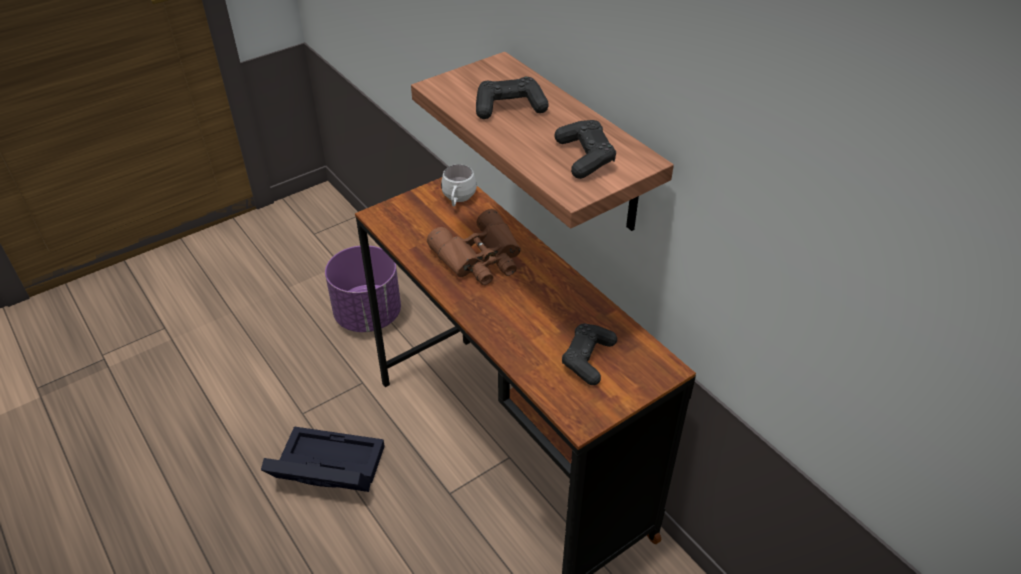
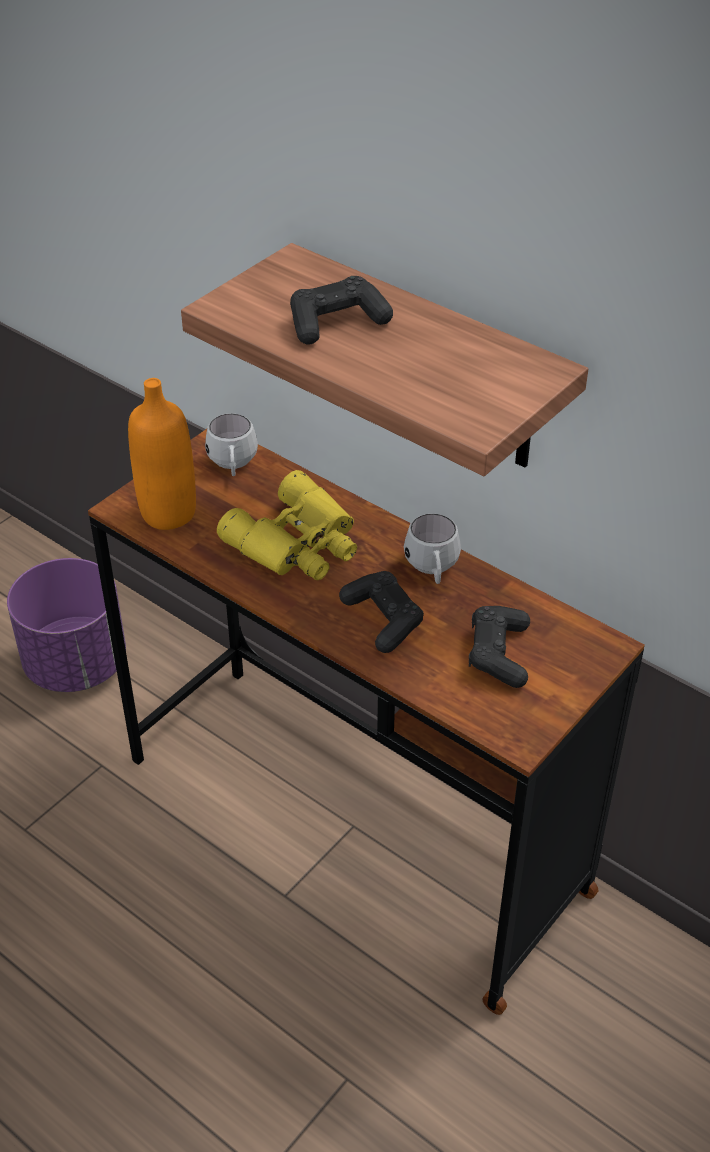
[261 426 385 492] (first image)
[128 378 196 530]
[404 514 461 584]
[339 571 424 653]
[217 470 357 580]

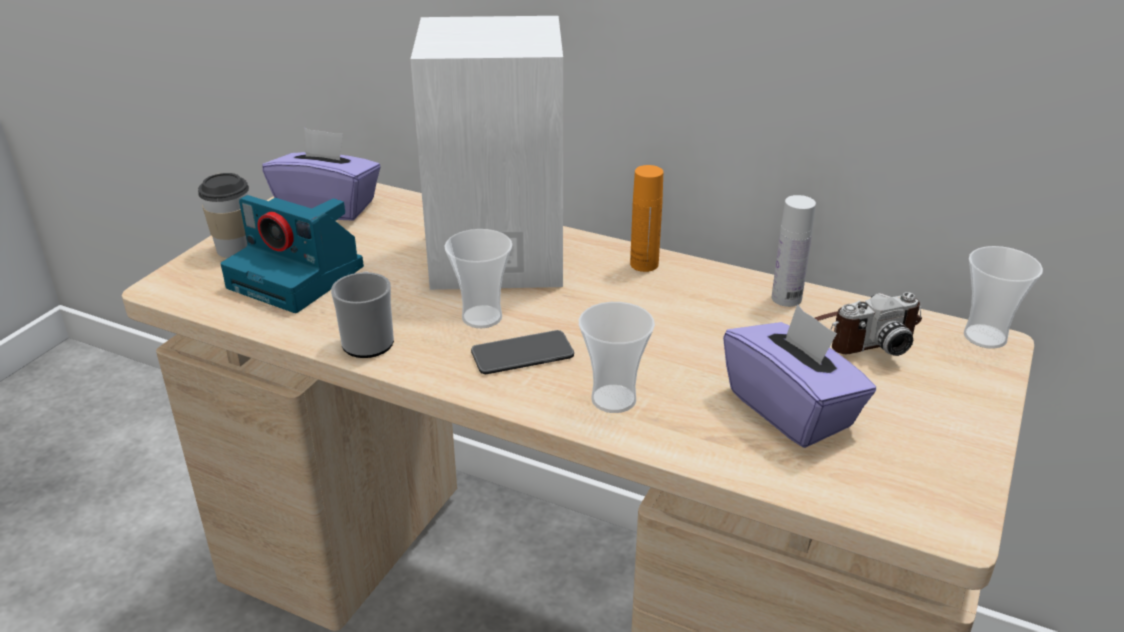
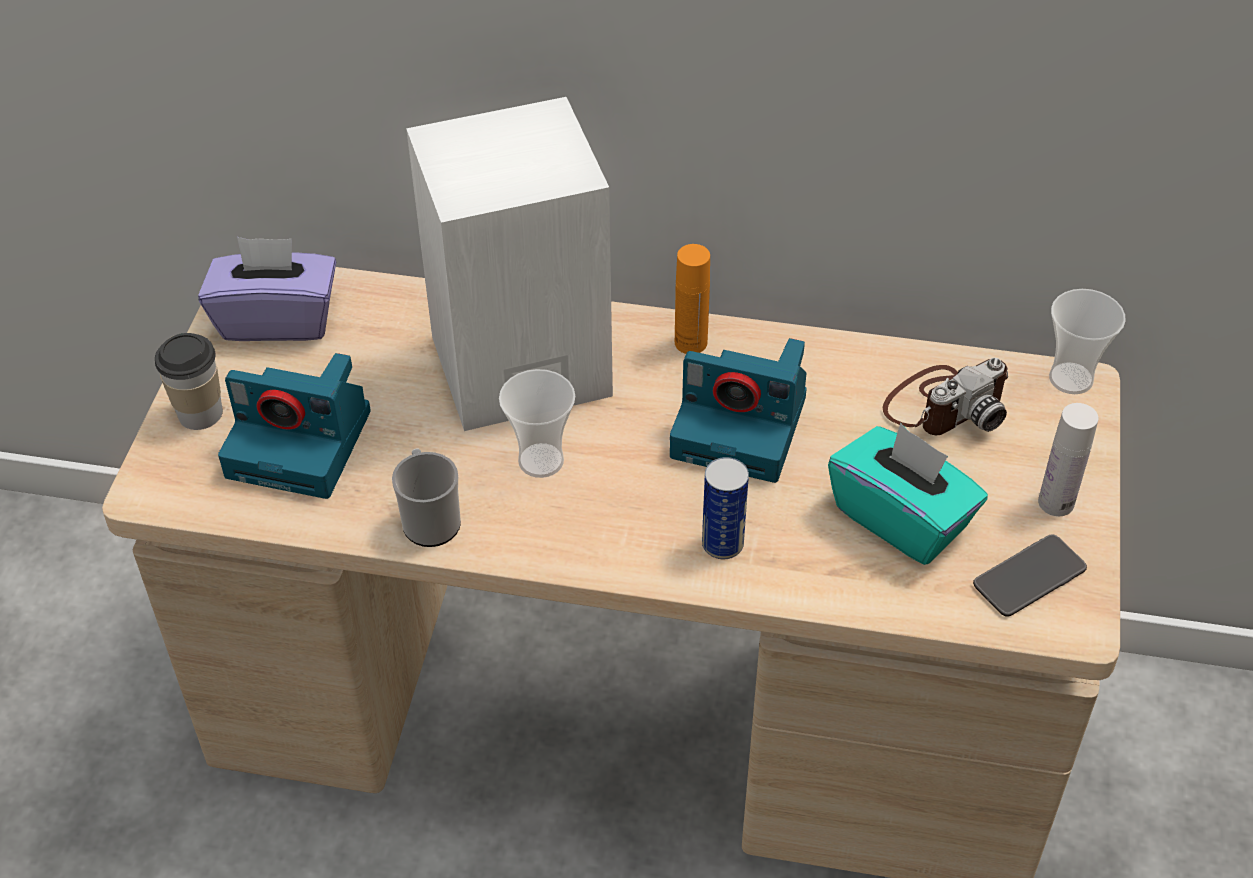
[670 338 807 483]
[973 534 1087 617]
[1038 403 1098 516]
[702 457 749 559]
[828 423 988 565]

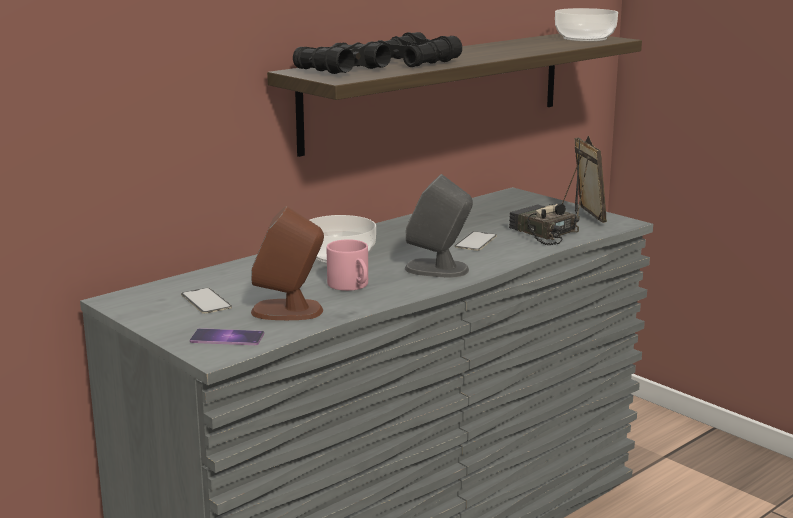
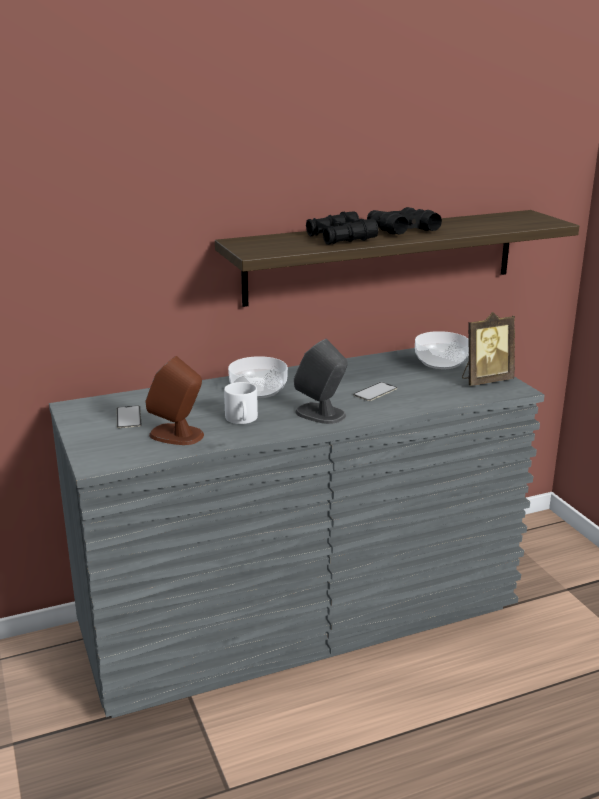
[190 328 264 345] (first image)
[509 139 580 246] (first image)
[367 207 442 235]
[415 331 469 369]
[224 382 258 424]
[462 312 515 386]

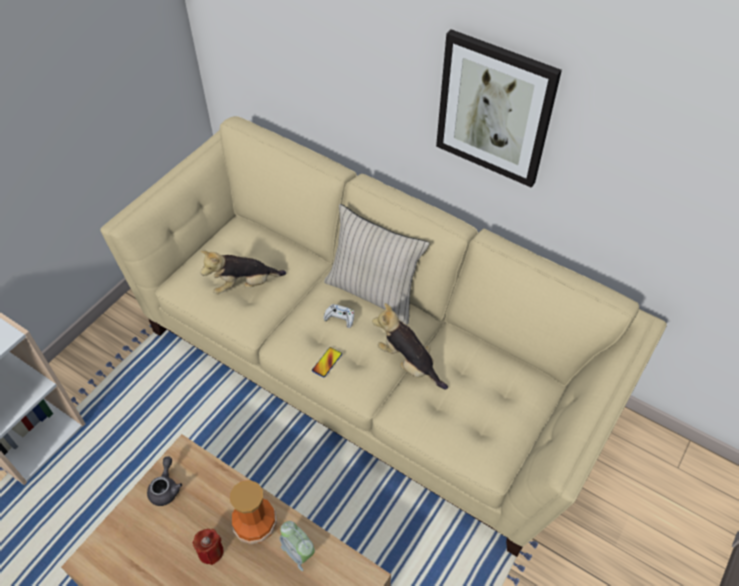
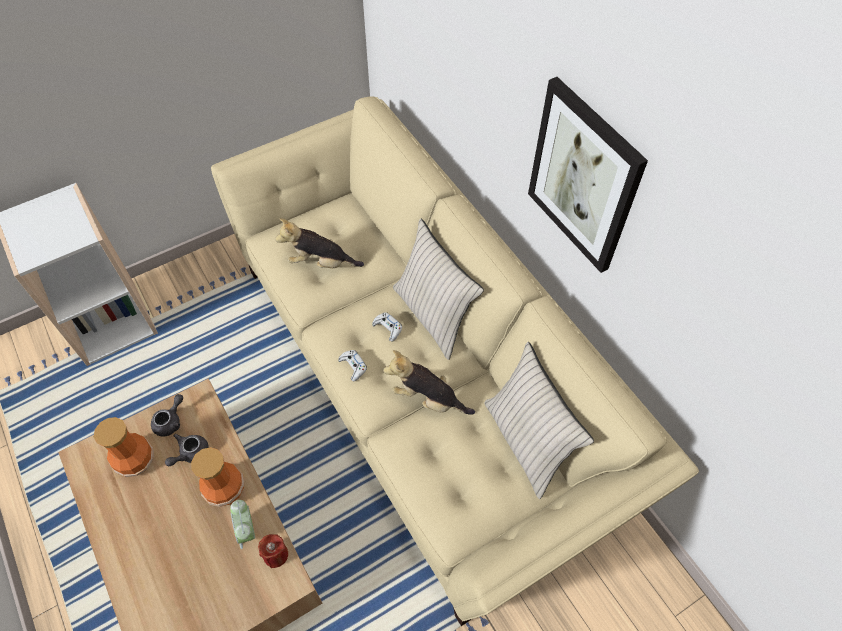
[94 417 153 477]
[165 434 209 466]
[485 342 594 499]
[258 534 288 568]
[338 350 367 381]
[383 350 475 415]

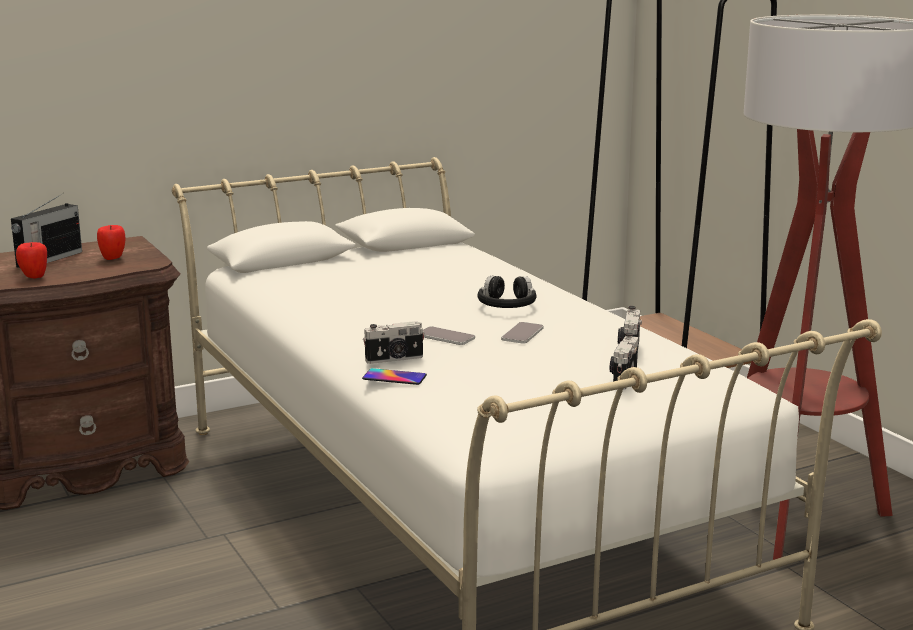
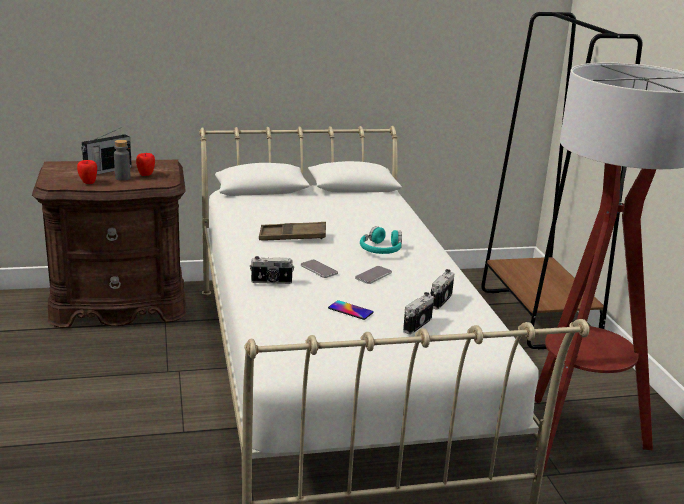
[114 140 130 181]
[259 222 326 240]
[328 300 374 320]
[360 226 402 254]

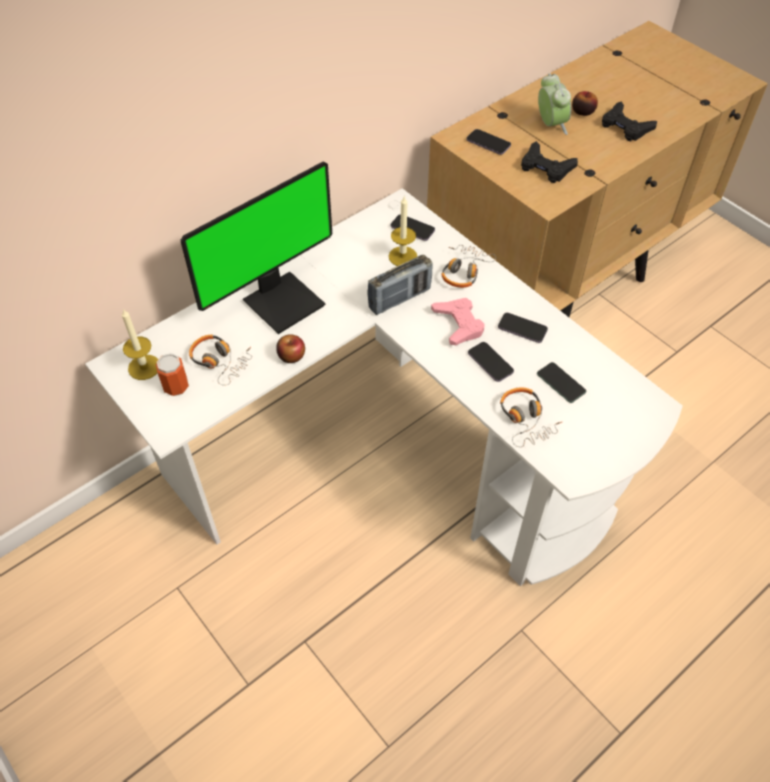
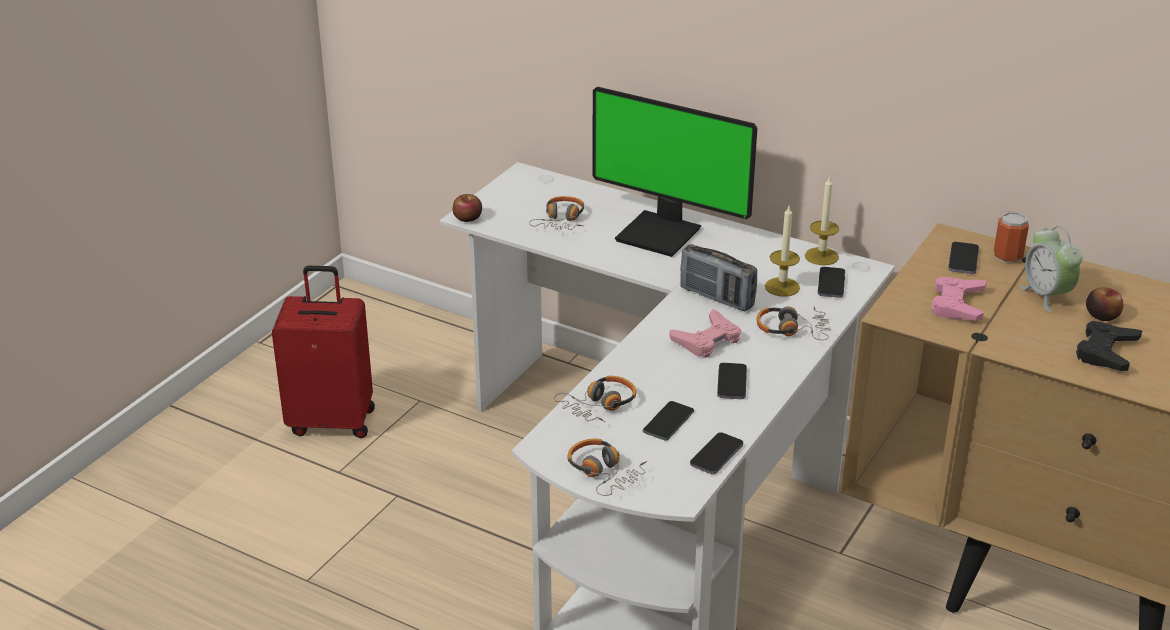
[272 266 375 438]
[567 439 647 496]
[805 175 839 265]
[994 212 1029 263]
[453 194 482 222]
[690 432 743 474]
[931 276 987 321]
[1020 226 1082 312]

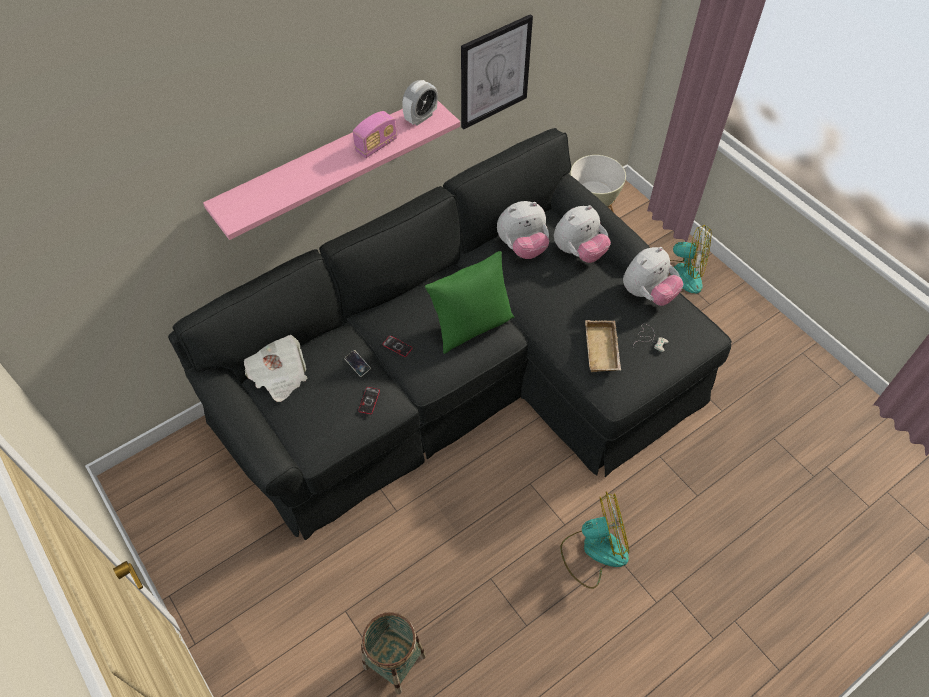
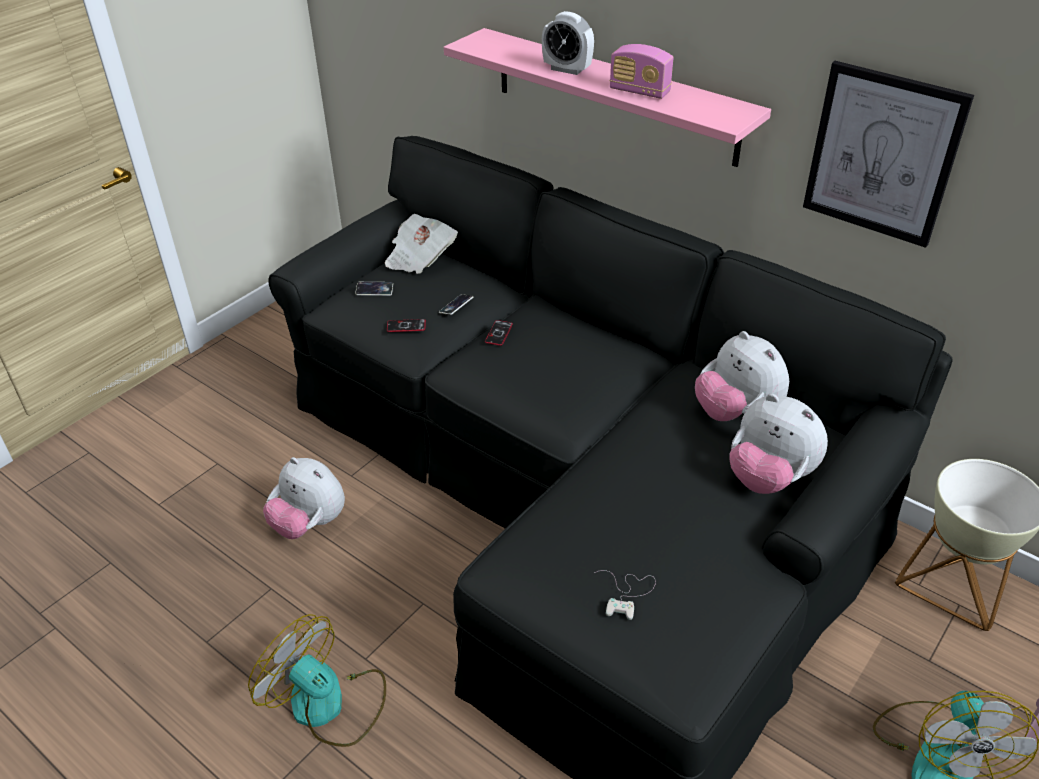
[361 612 426 694] (first image)
[425 251 514 354] (first image)
[585 320 621 372] (first image)
[355 282 393 296]
[542 11 594 75]
[263 457 345 539]
[248 614 386 747]

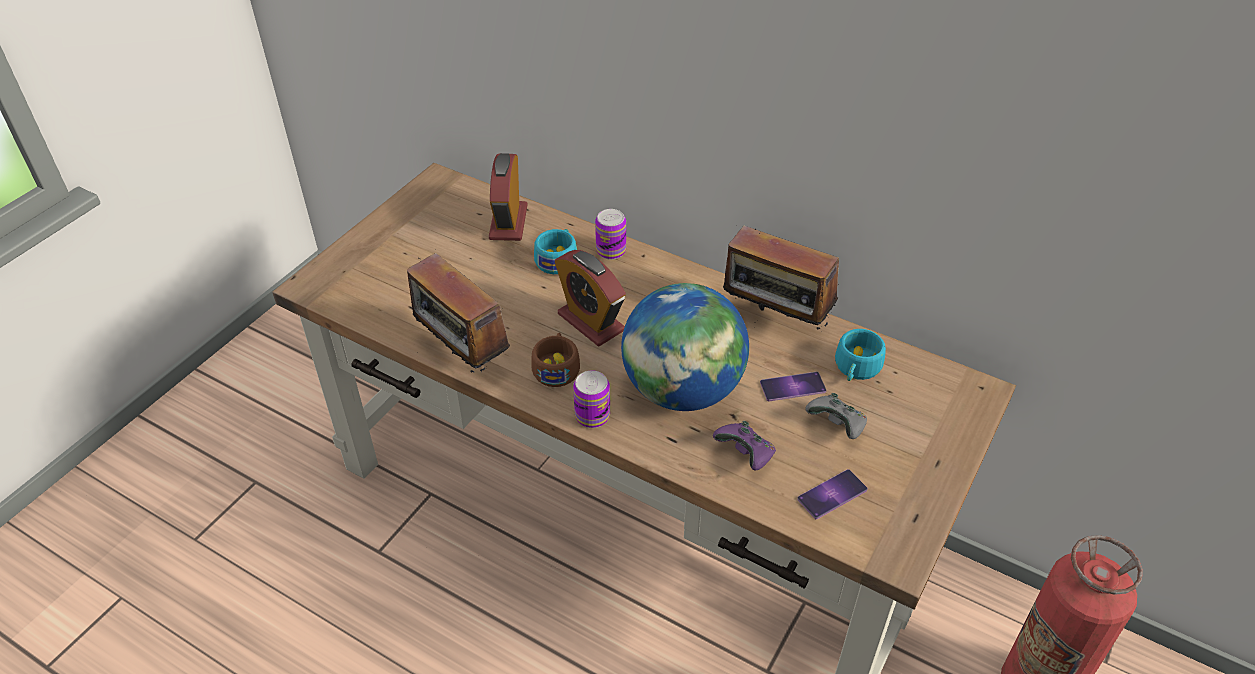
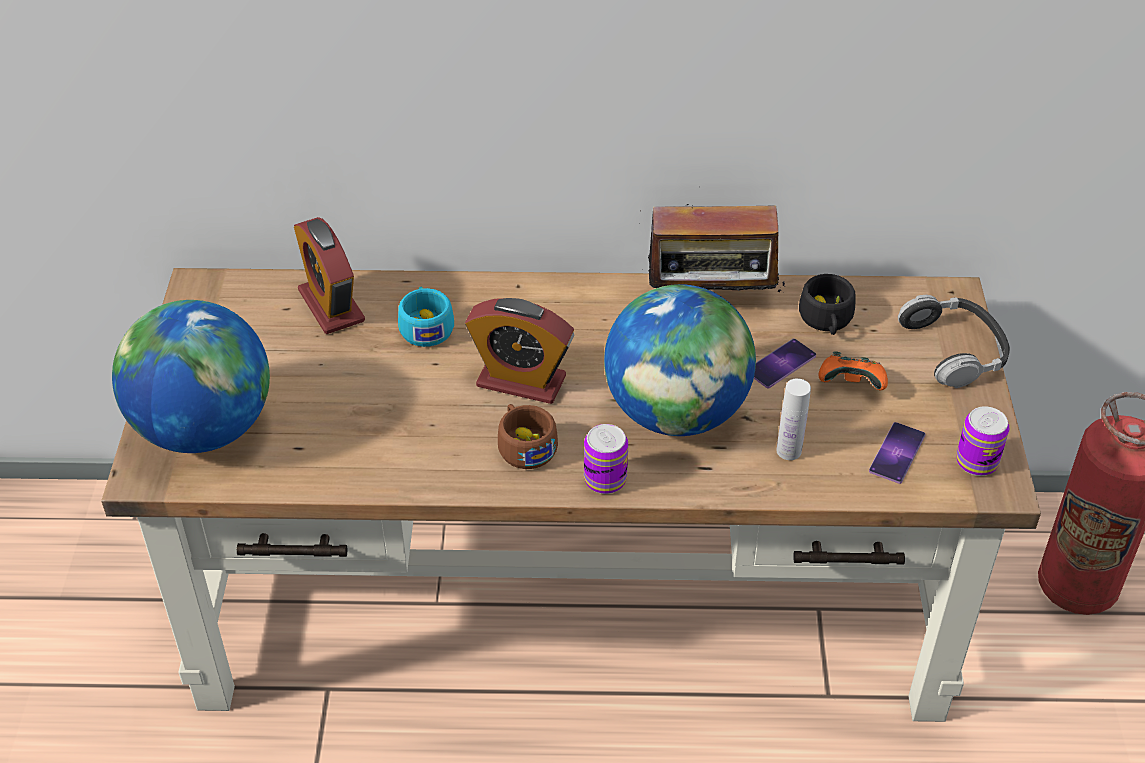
[407 253 510 373] (first image)
[112 300 270 453]
[898 295 1010 388]
[956 406 1009 476]
[777 378 811 460]
[819 351 888 391]
[799 274 856 335]

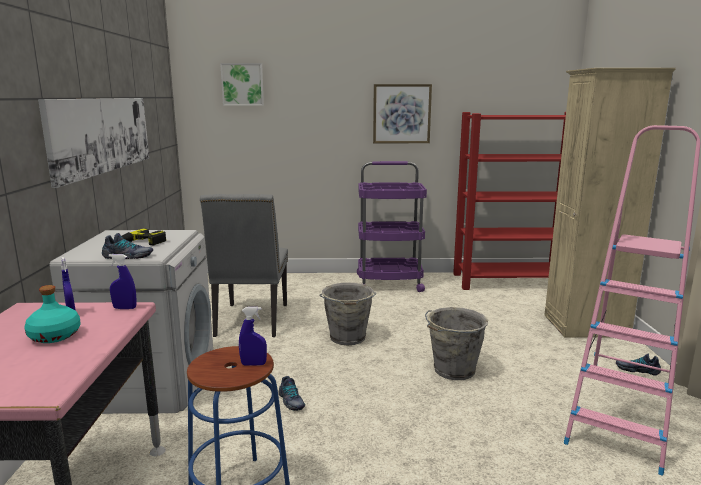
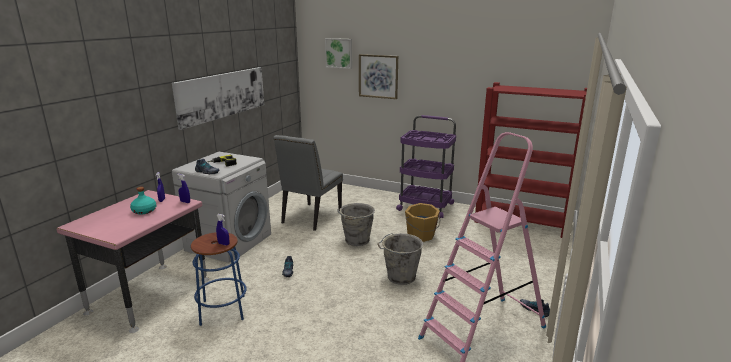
[544 68 676 338] (first image)
[405 203 440 242]
[359 54 398 99]

